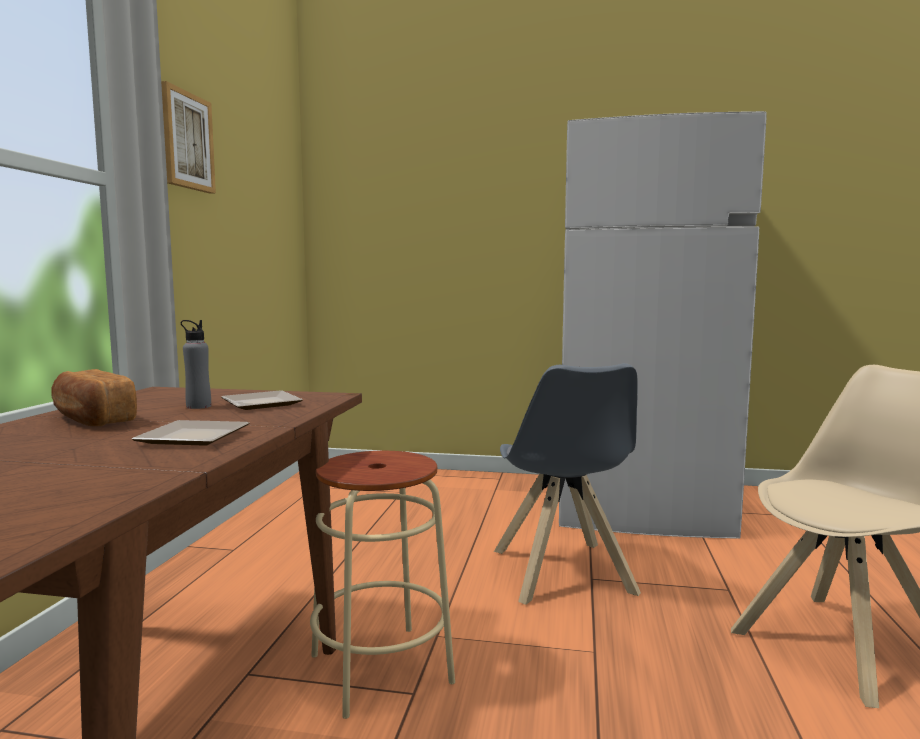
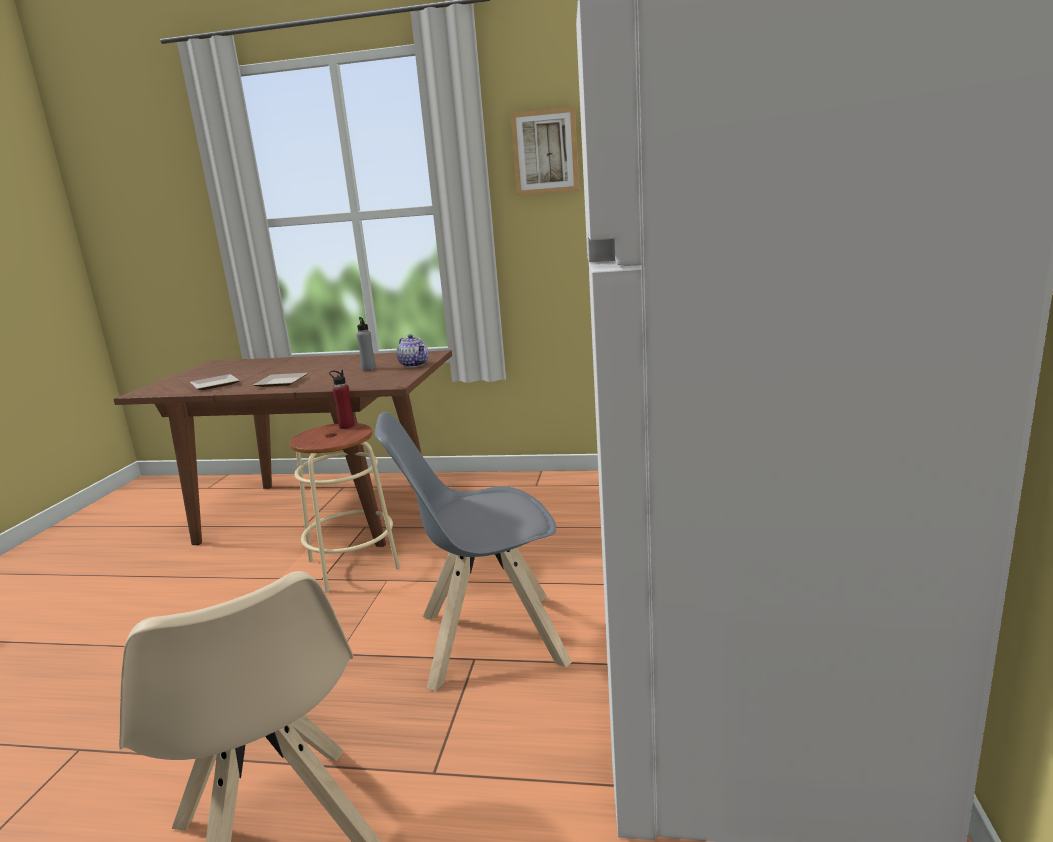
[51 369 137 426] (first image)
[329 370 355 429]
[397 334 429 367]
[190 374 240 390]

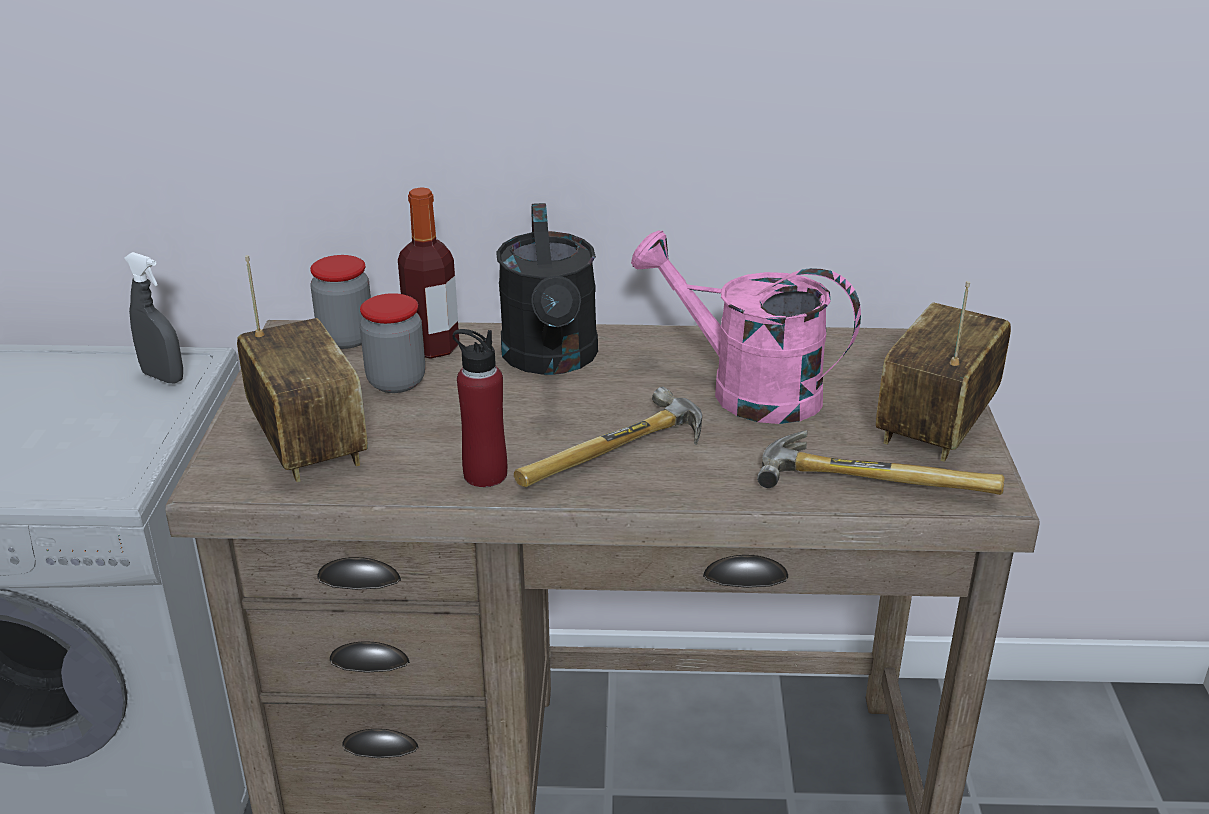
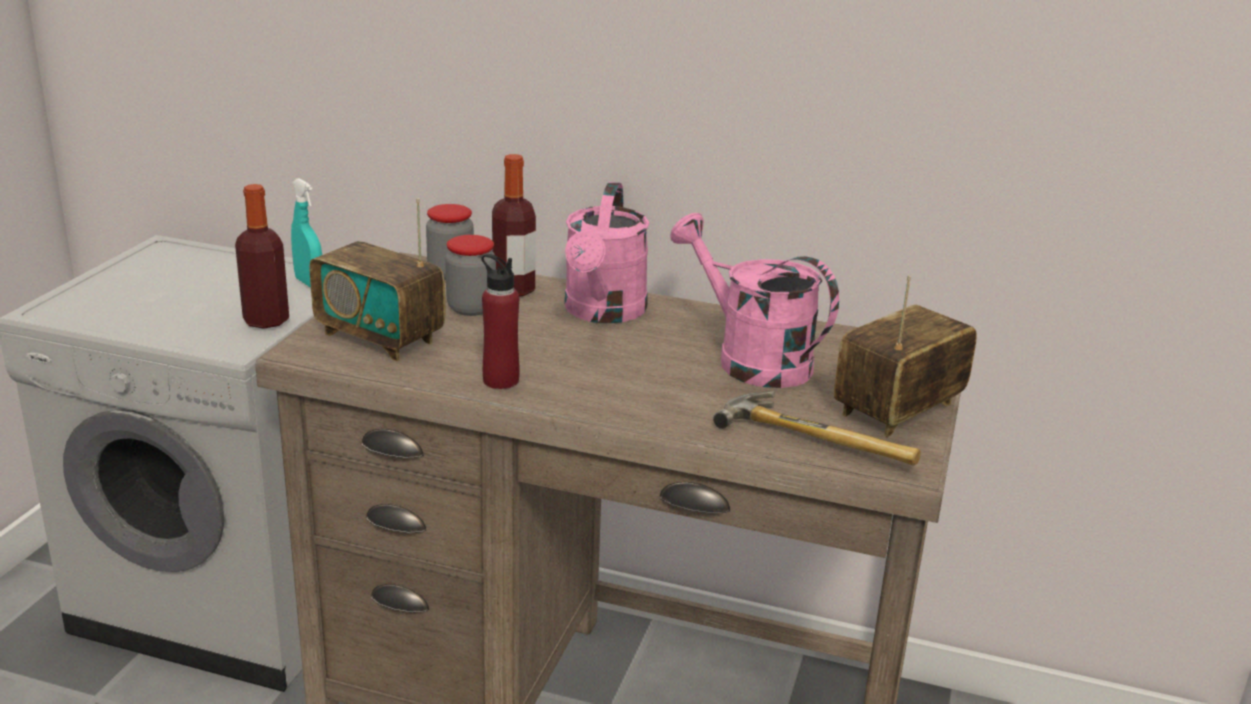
[514 387 702 487] (first image)
[235 184 289 329]
[291 178 322 287]
[565 182 649 323]
[309 198 446 361]

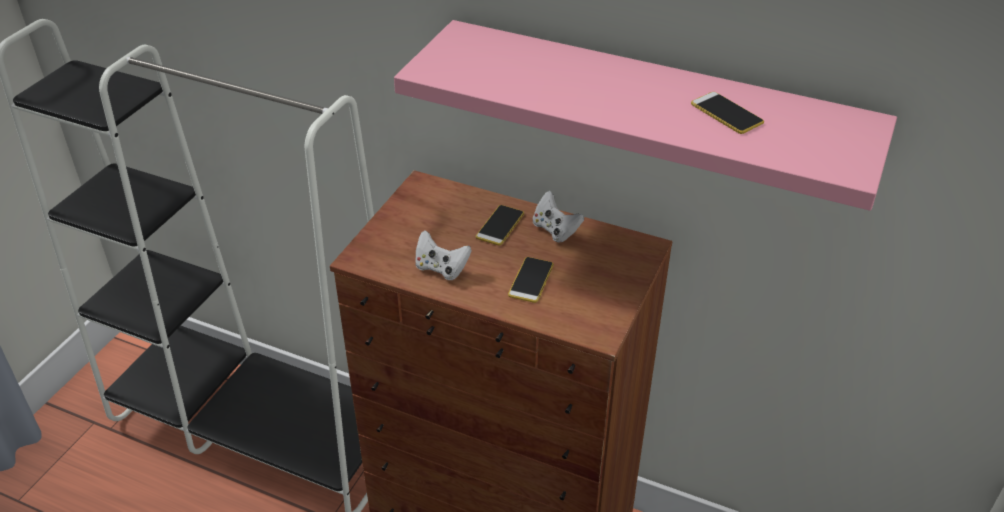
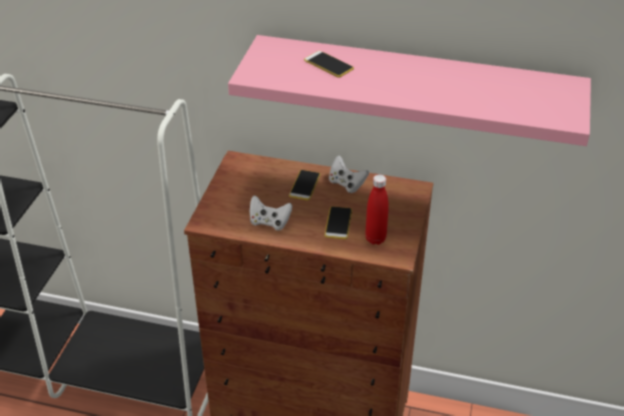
[365 174 389 245]
[304 51 354 78]

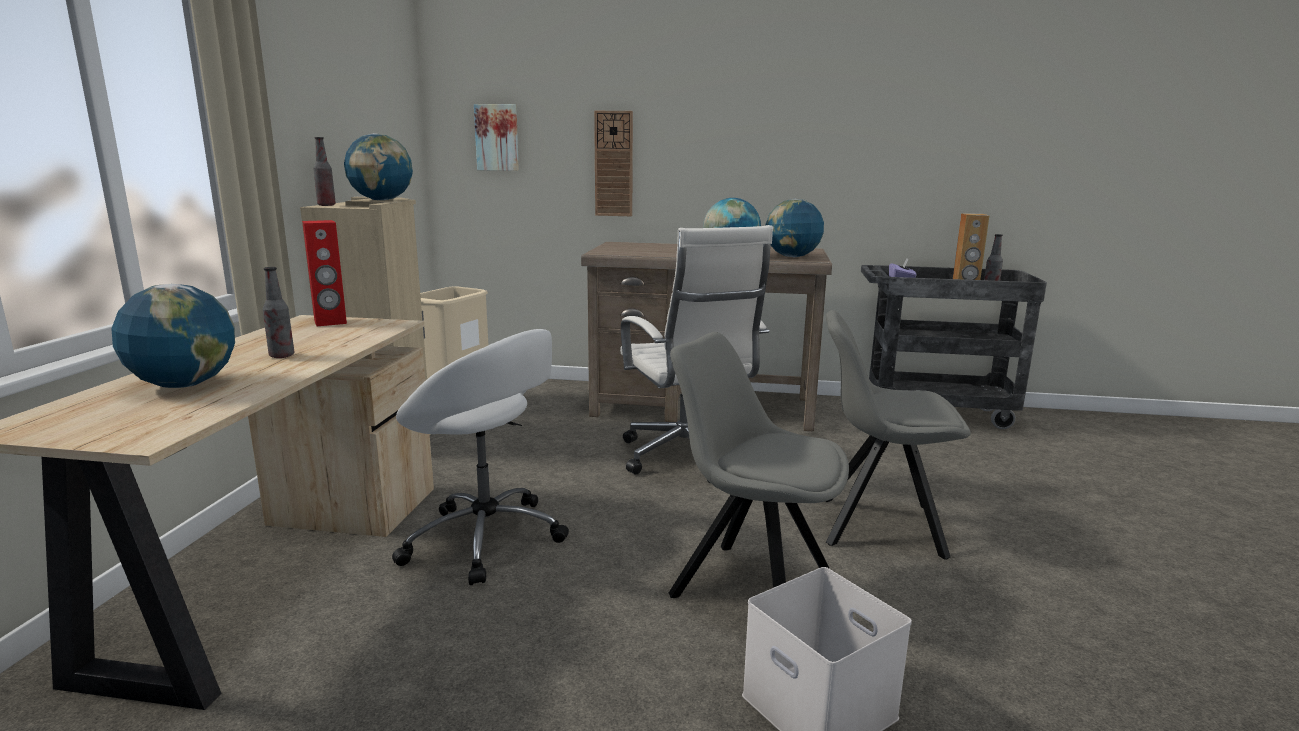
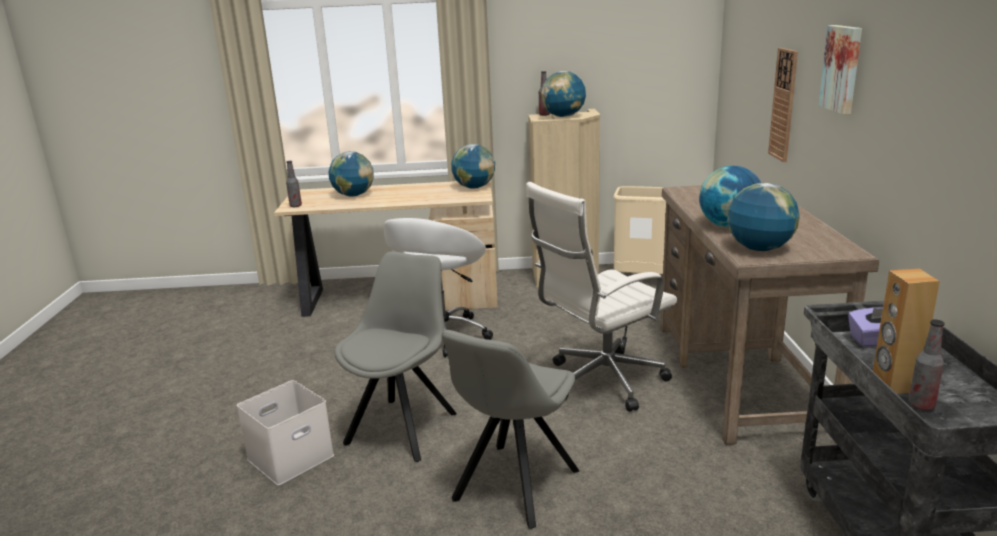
[286 161 302 207]
[819 25 862 115]
[451 144 495 189]
[442 330 579 529]

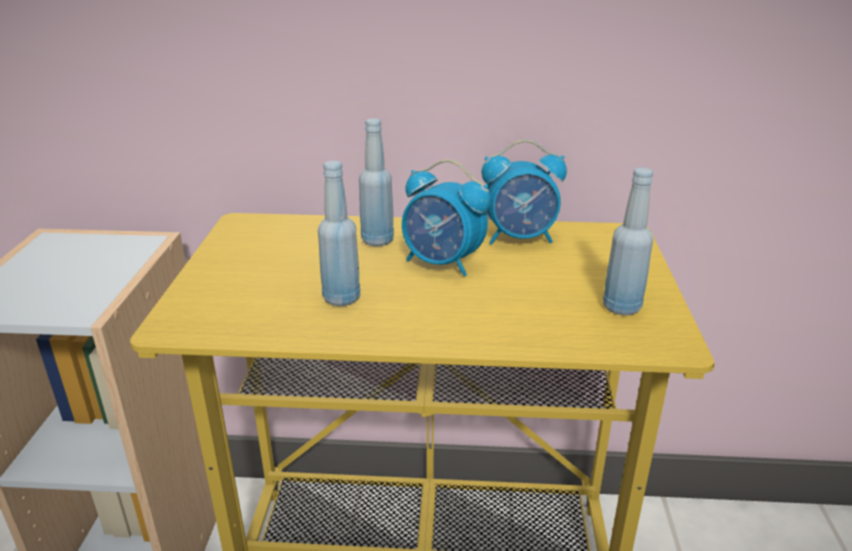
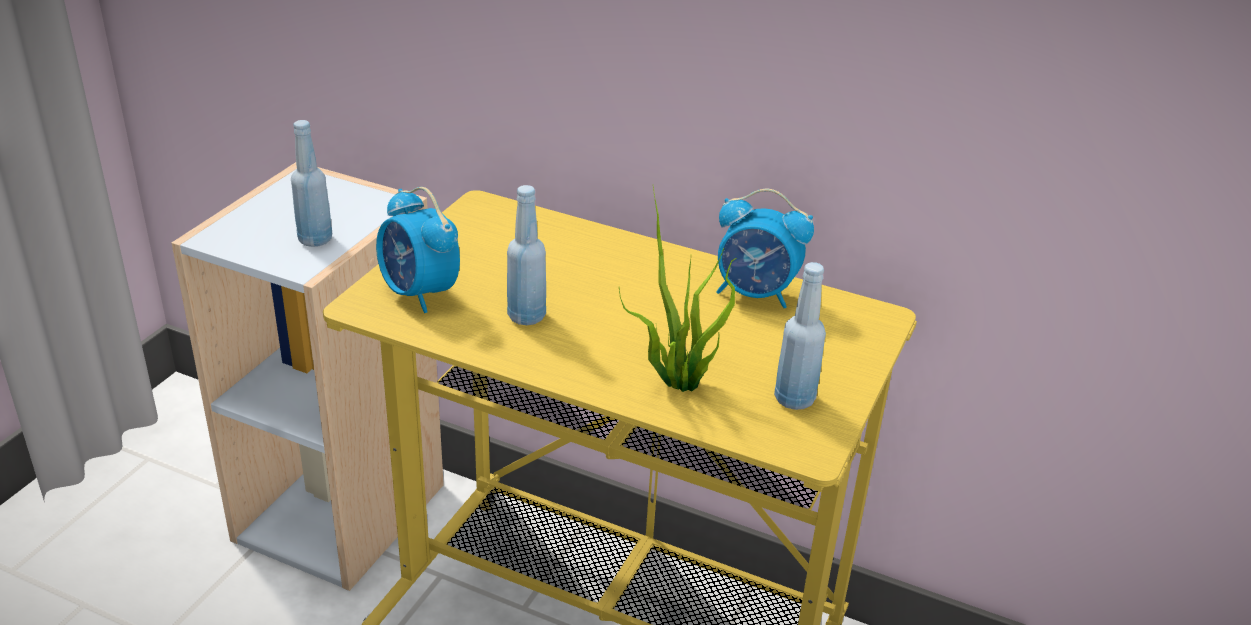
[619 186 736 392]
[291 120 332 247]
[376 187 460 313]

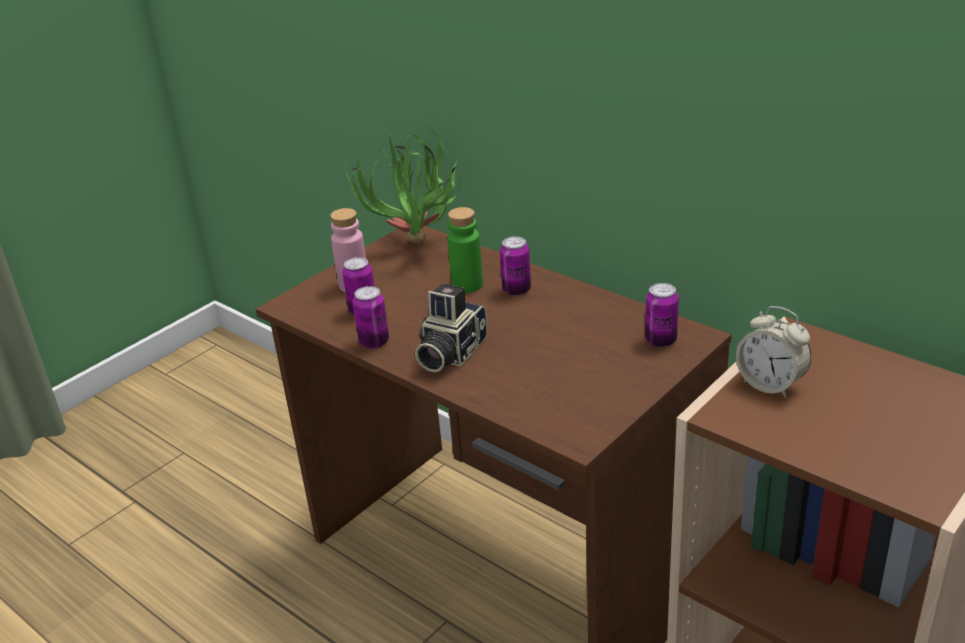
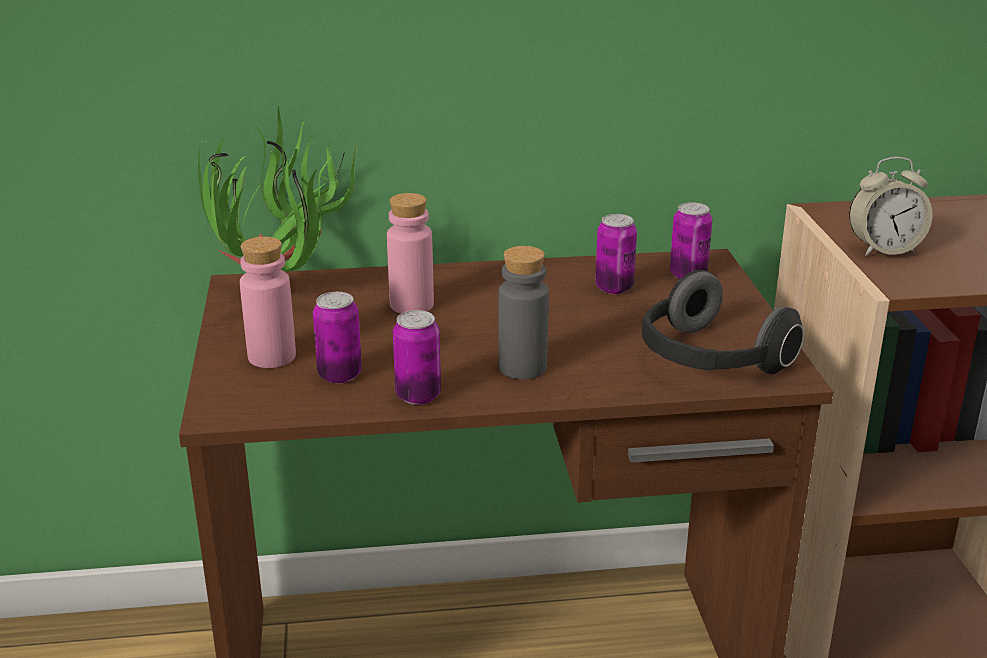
[642 270 804 374]
[595 214 637 294]
[498 246 549 379]
[387 193 434 314]

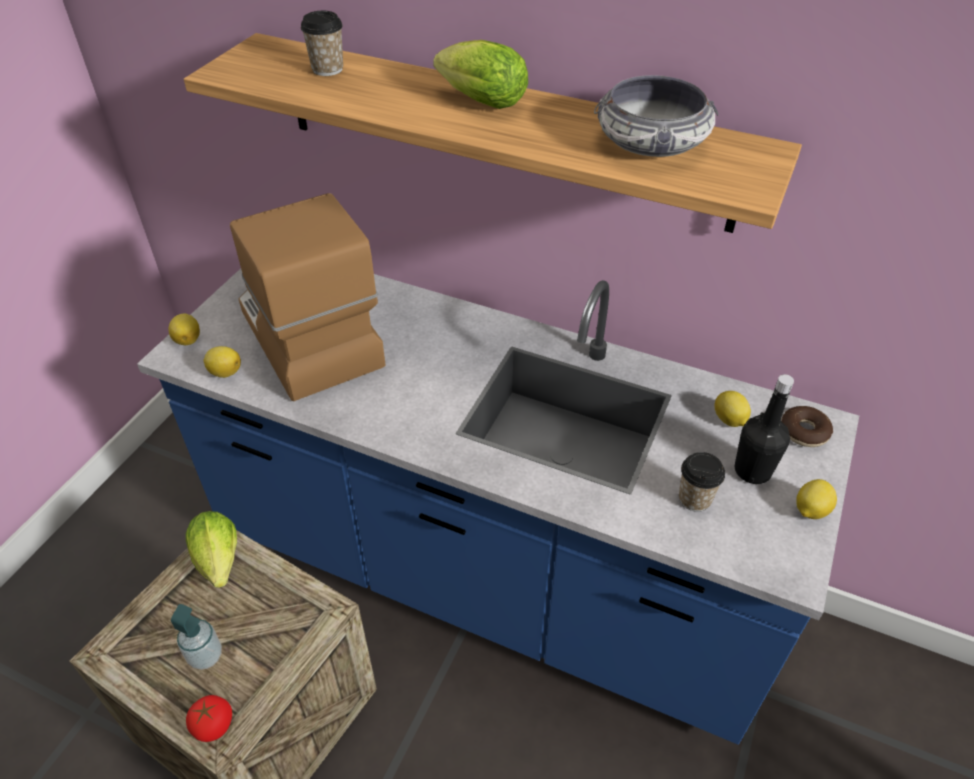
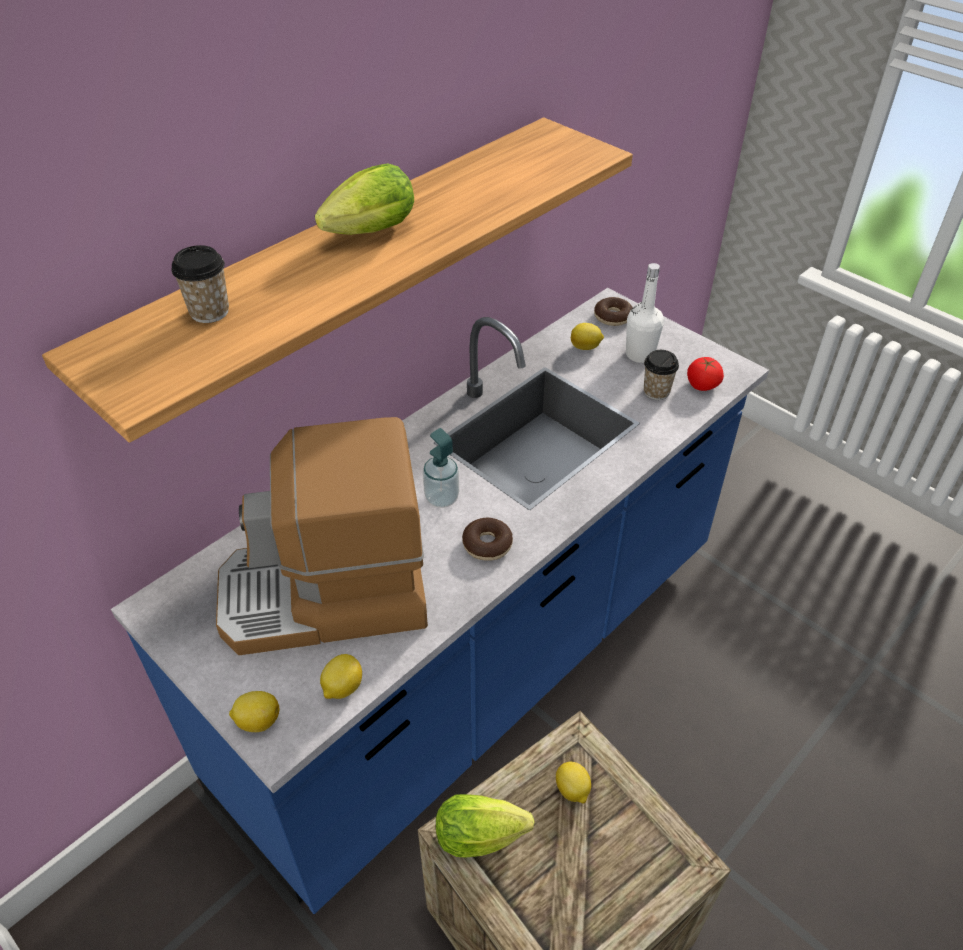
[594 75 719 157] (first image)
[462 518 513 561]
[423 428 459 508]
[687 357 724 391]
[556 762 591 803]
[626 263 664 363]

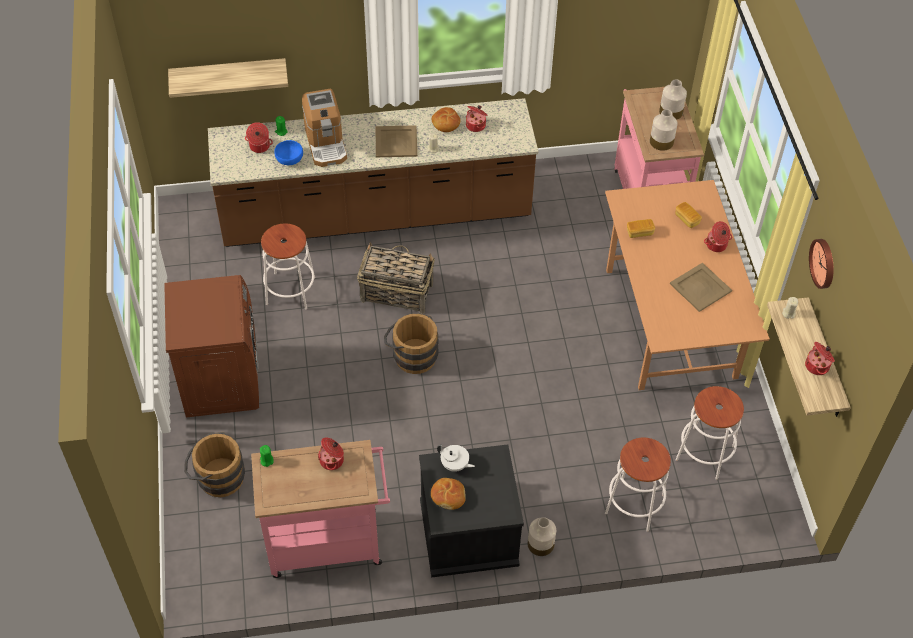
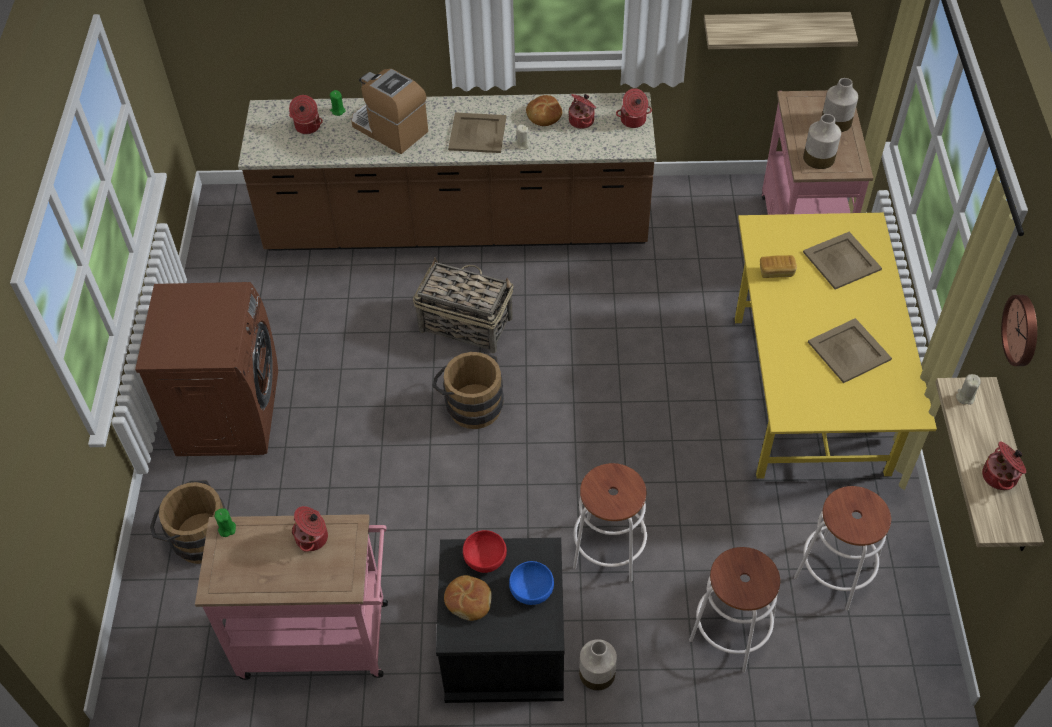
[704 12 858 49]
[573 463 647 582]
[509 561 554 605]
[616 88 652 128]
[463 530 507 573]
[803 232 882 289]
[735 213 937 479]
[351 69 428 154]

